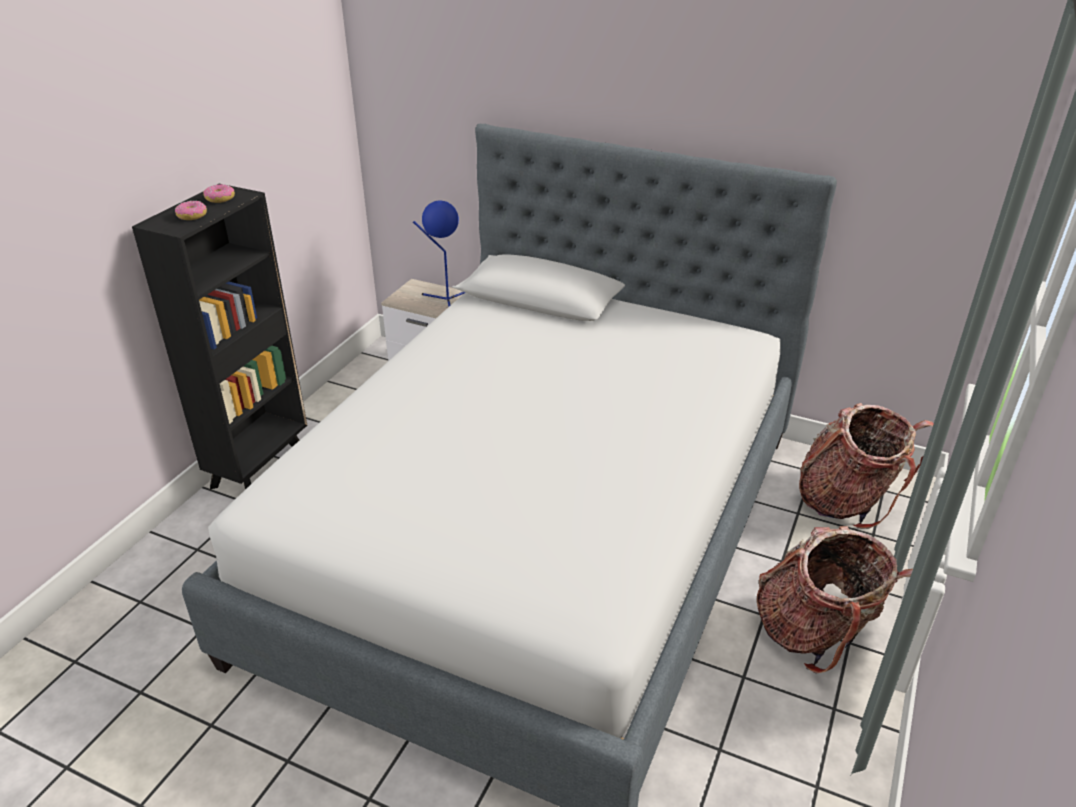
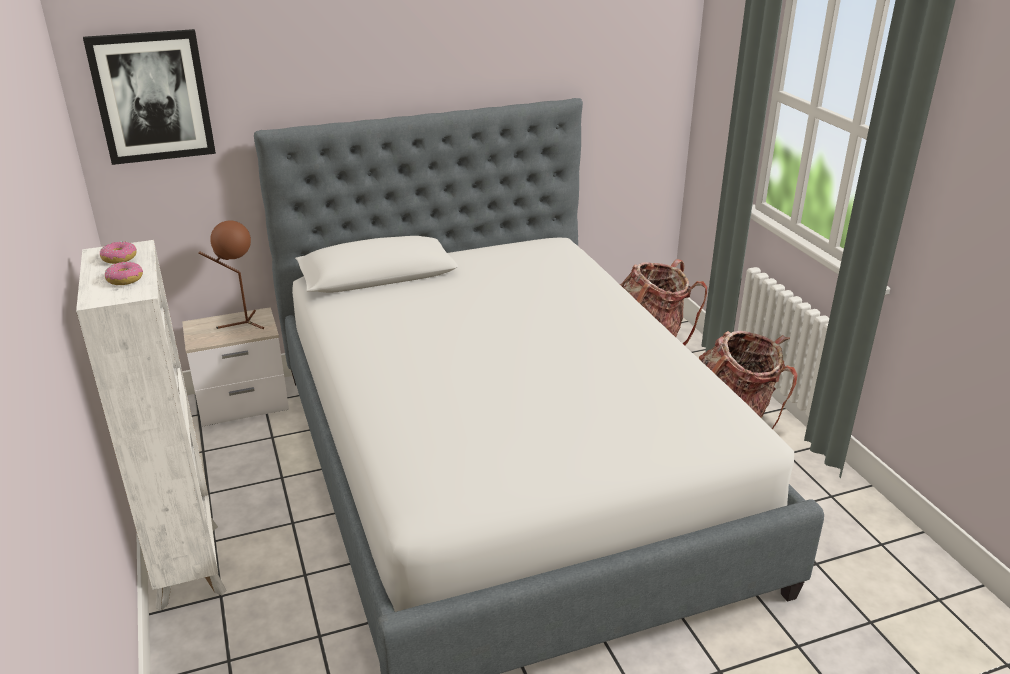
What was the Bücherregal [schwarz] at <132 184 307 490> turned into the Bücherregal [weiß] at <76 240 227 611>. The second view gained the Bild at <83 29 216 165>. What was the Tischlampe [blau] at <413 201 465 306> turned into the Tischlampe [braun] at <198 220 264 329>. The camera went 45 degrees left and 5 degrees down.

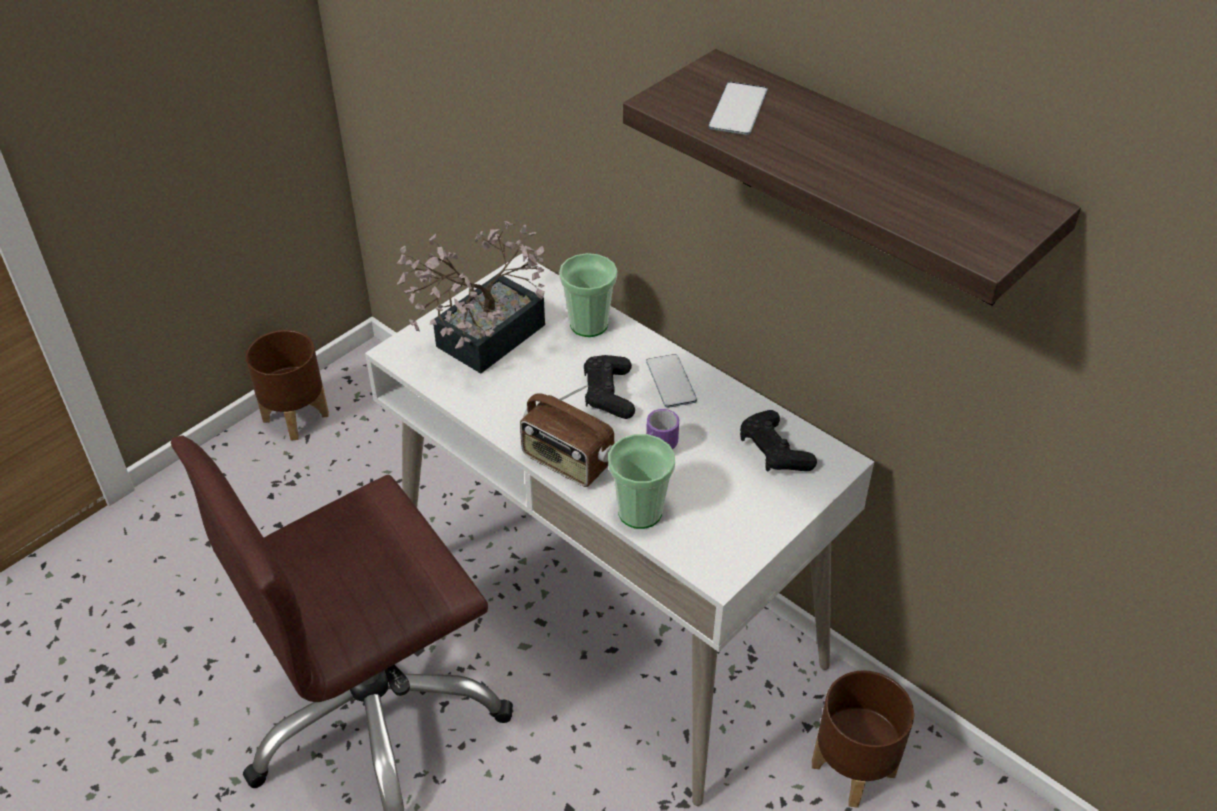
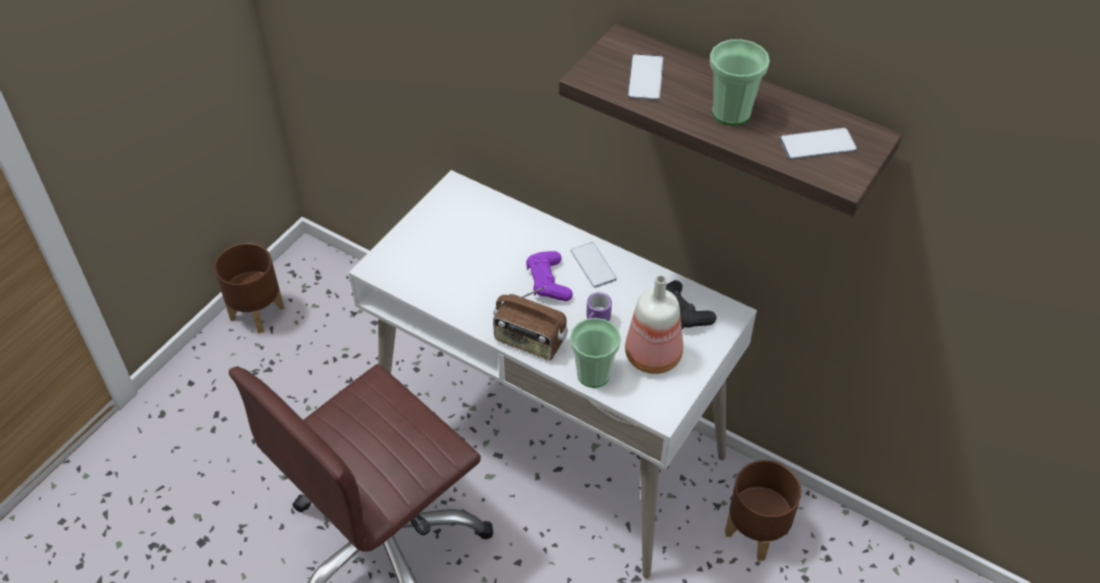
What was the Gamepad [schwarz] at <584 355 635 419> turned into the Gamepad [lila] at <526 251 573 301>. The second view gained the Flasche at <625 275 683 374>. The Tasse ended up elsewhere, having gone from <559 253 617 337> to <710 39 770 125>. The second view gained the Handy at <779 128 857 159>. The second view lost the Topfpflanze at <397 221 545 374>. The camera went 10 degrees left and 5 degrees up.

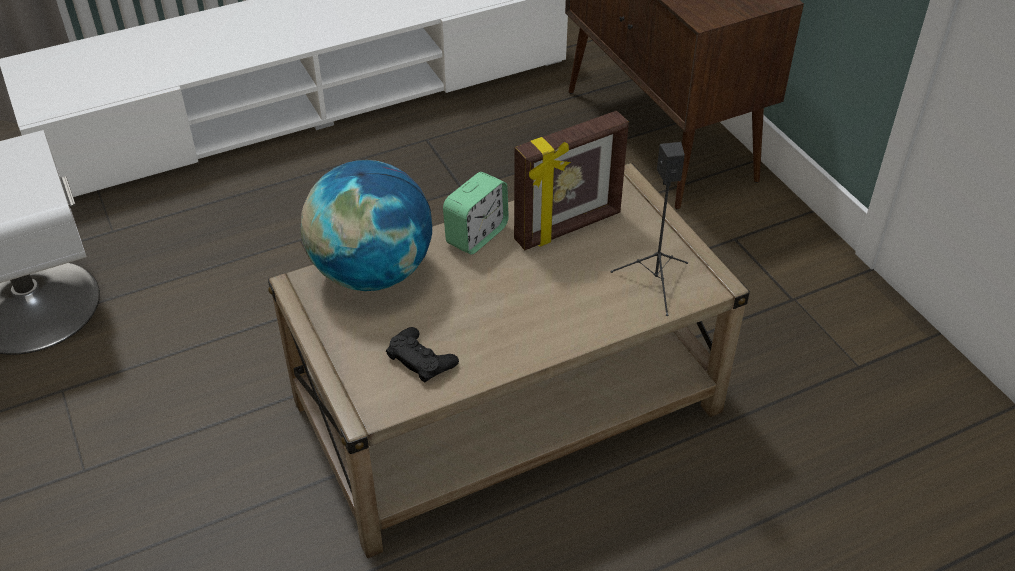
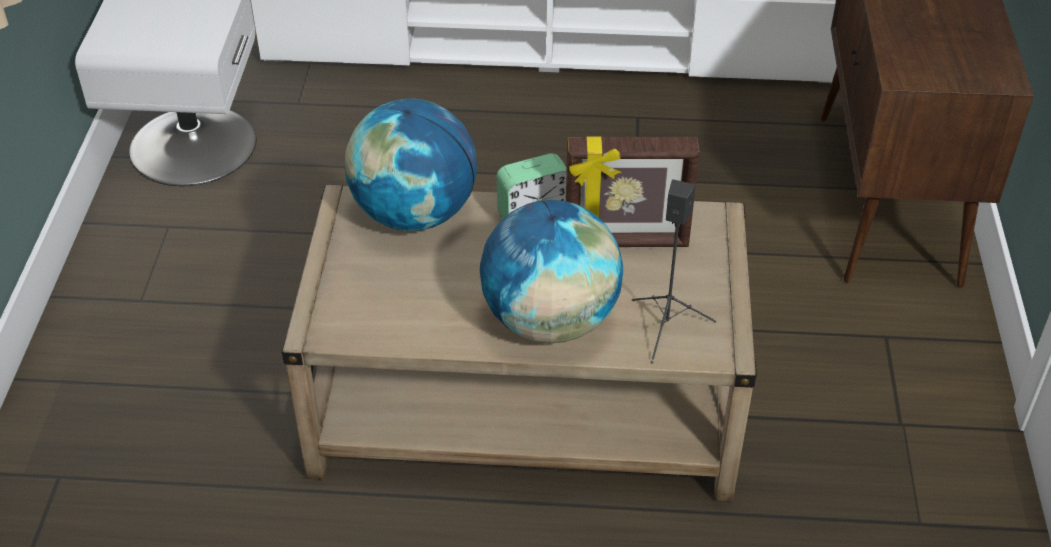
The second view gained the Globus at <480 200 623 343>. The second view lost the Gamepad [schwarz] at <386 327 459 383>. The camera went 30 degrees right and 0 degrees up.

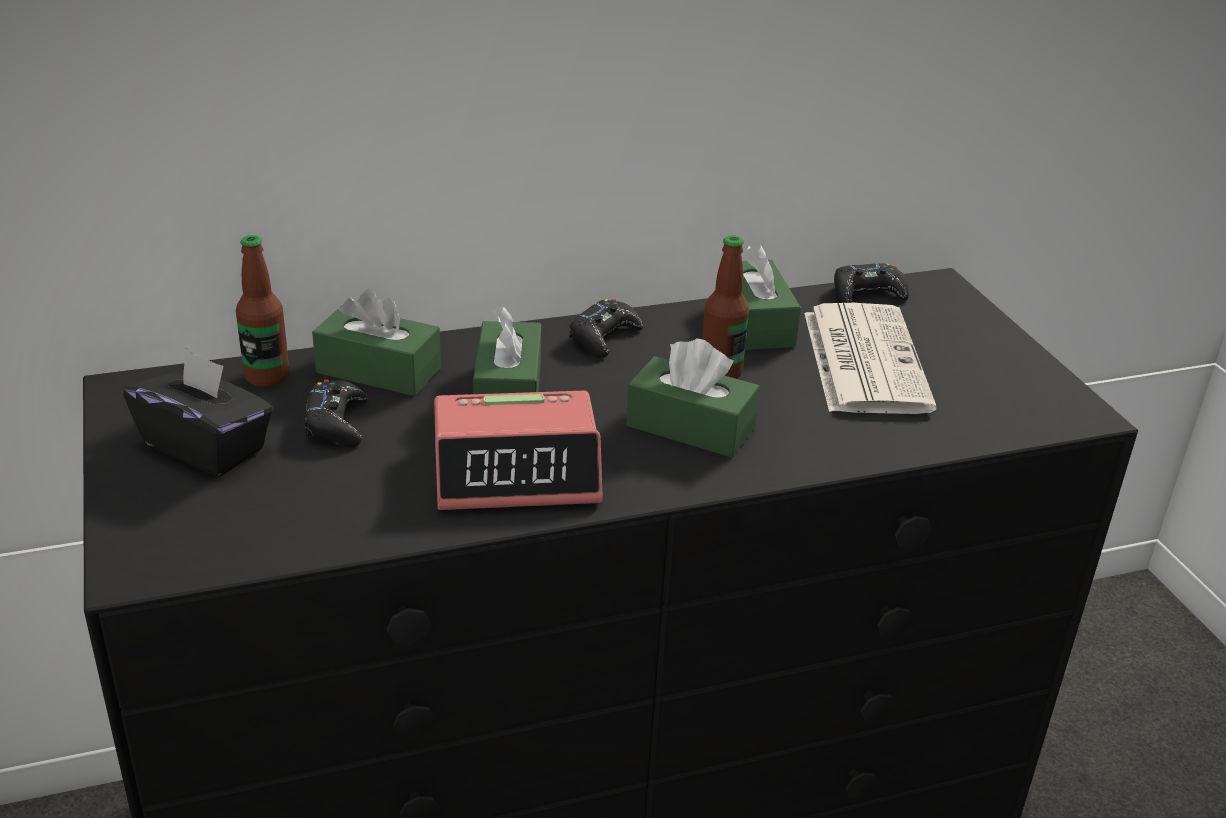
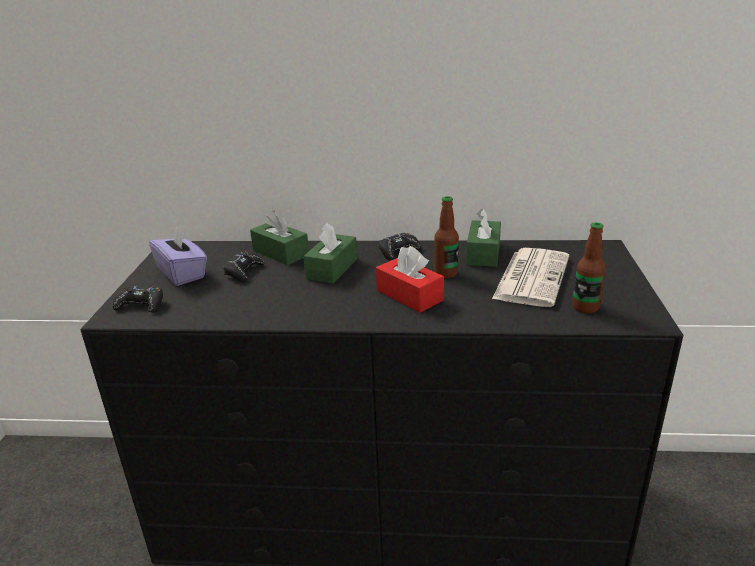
The Gamepad [schwarz] ended up elsewhere, having gone from <834 263 909 303> to <113 286 163 313>. What was the Taschentuchbox [schwarz] at <123 349 274 476> turned into the Taschentuchbox [lila] at <149 226 207 286>. What was the Taschentuchbox [grün] at <626 339 760 458> turned into the Taschentuchbox [rot] at <376 246 444 313>. The Flasche ended up elsewhere, having gone from <236 235 289 387> to <572 222 606 314>. The second view lost the Wecker at <434 391 603 510>. The camera went 25 degrees right and 5 degrees down.

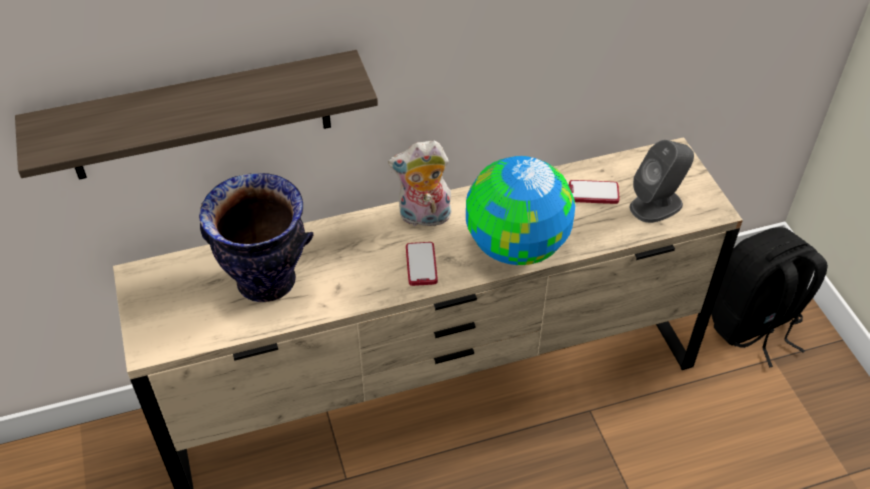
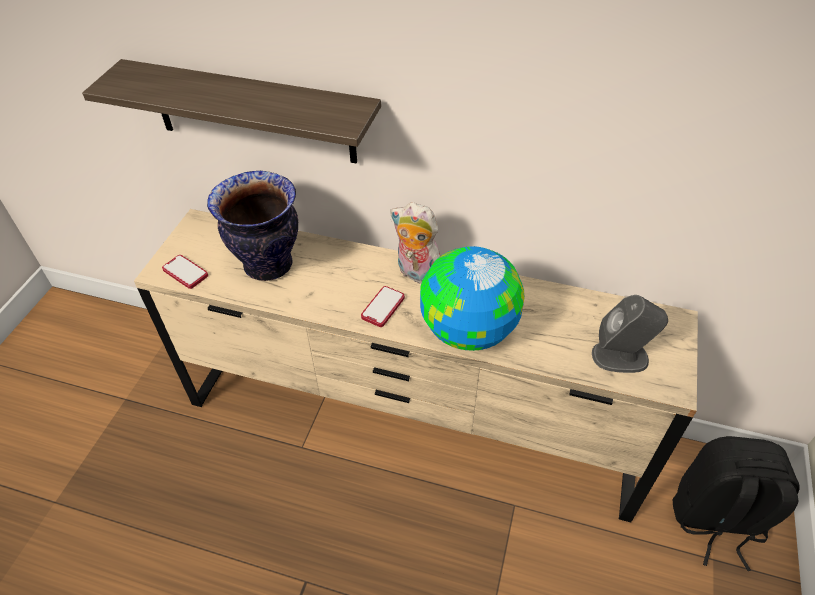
The Handy ended up elsewhere, having gone from <569 180 620 204> to <162 255 208 289>. The camera went 35 degrees right and 0 degrees up.

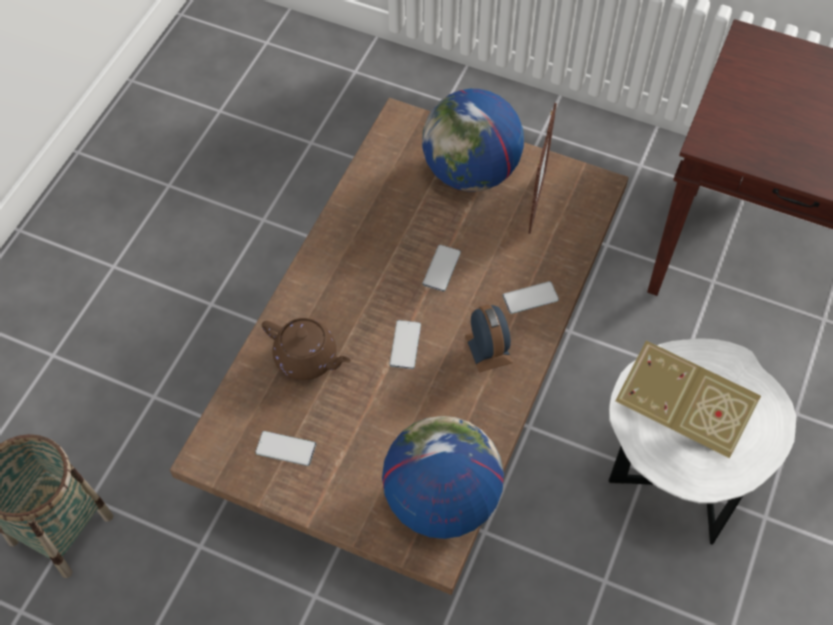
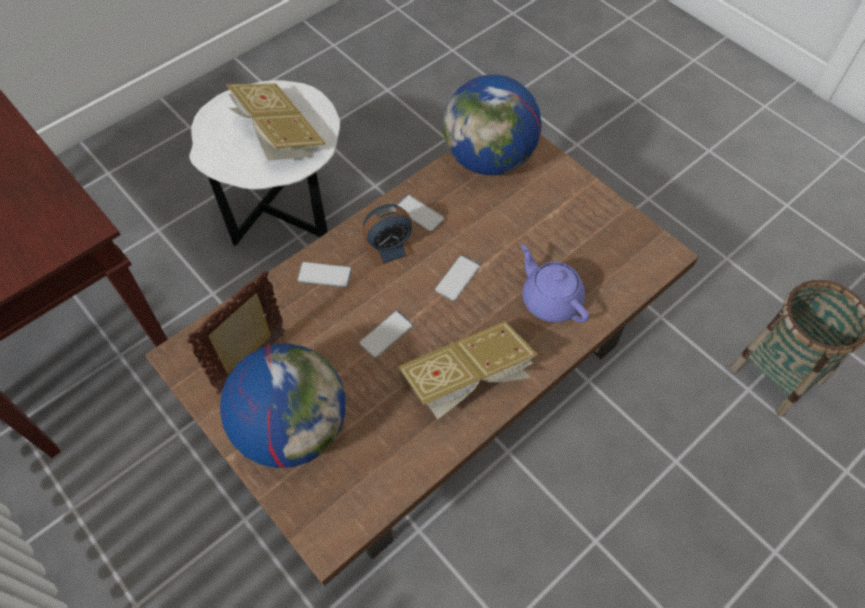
The Wecker at <465 304 513 372> ended up facing another way, 120 degrees counterclockwise from before. The Handy ended up elsewhere, having gone from <255 431 316 466> to <396 194 445 232>. The second view gained the Buch at <398 321 538 419>. What was the Teekanne [braun] at <262 318 351 380> turned into the Teekanne [lila] at <521 245 589 323>. The camera went 155 degrees left and 0 degrees up.

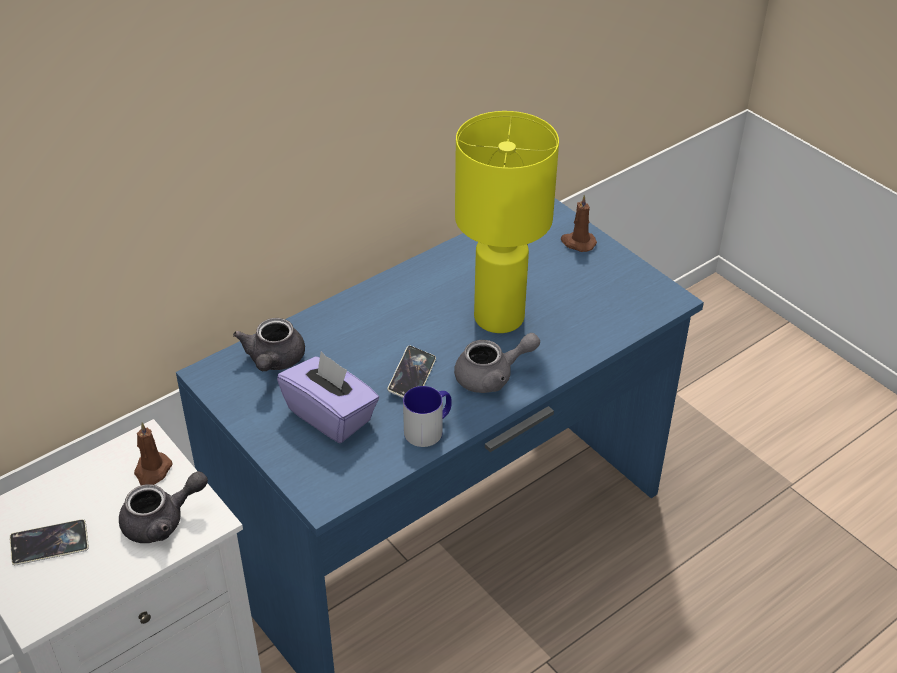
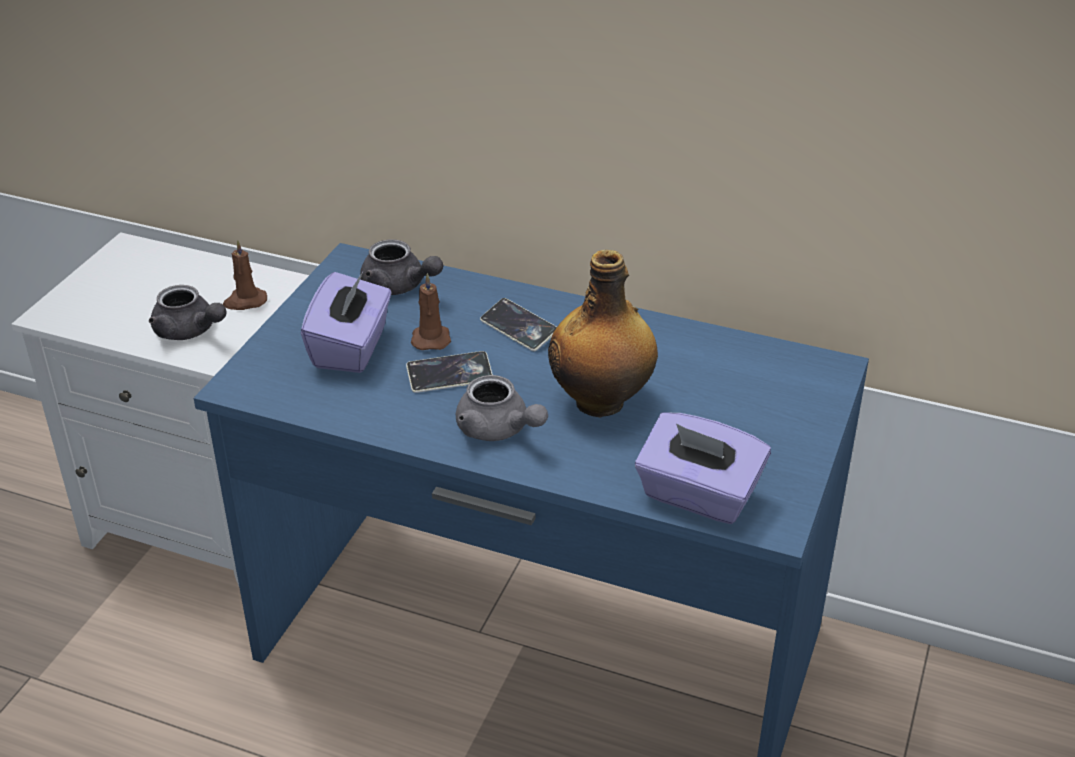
The Teekanne [grau] at <233 318 305 371> ended up facing another way, 120 degrees counterclockwise from before. The Kerze [braun] ended up elsewhere, having gone from <561 195 597 252> to <411 273 451 350>. The Handy ended up elsewhere, having gone from <10 519 89 565> to <480 298 557 351>. Where the Tischlampe [gelb] stood at <455 111 559 333>, the Flasche came to stand at <548 250 658 417>. The second view gained the Taschentuchbox [lila] at <635 412 771 524>. The second view lost the Henkelbecher at <403 386 452 447>. The camera went 60 degrees right and 5 degrees down.

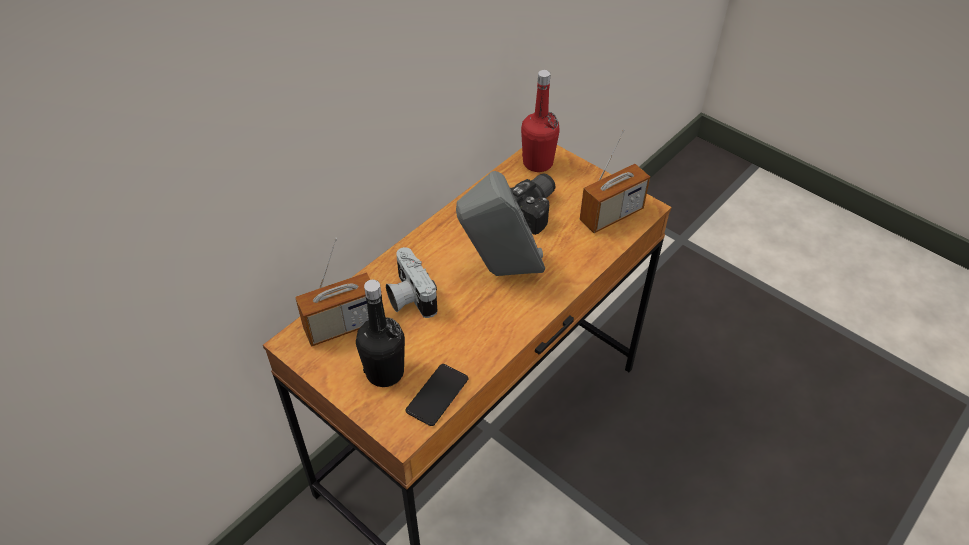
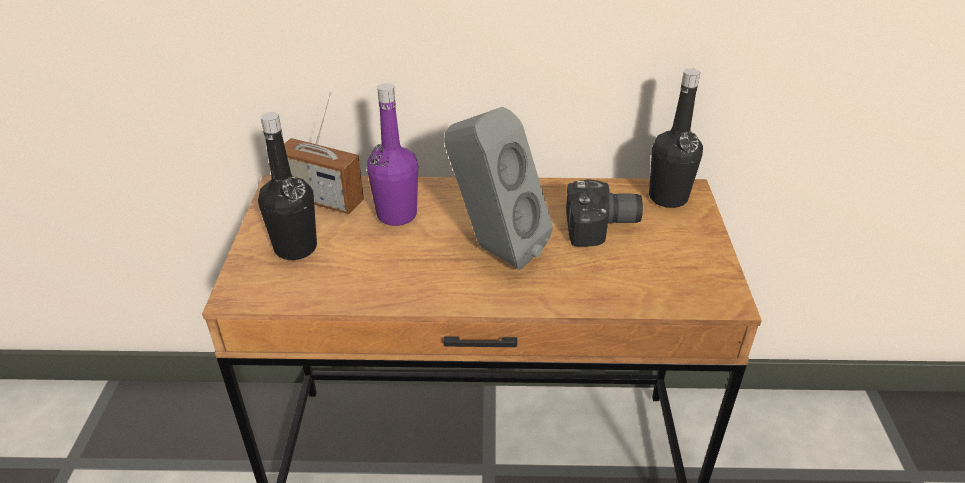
Where the Kamera stood at <386 247 437 318>, the Flasche [lila] came to stand at <367 83 418 226>. What was the Flasche [rot] at <521 70 560 172> turned into the Flasche [schwarz] at <649 68 703 208>. The second view lost the Handy at <405 364 468 426>. The second view lost the Radio at <580 129 650 233>. The camera went 50 degrees right and 10 degrees down.

